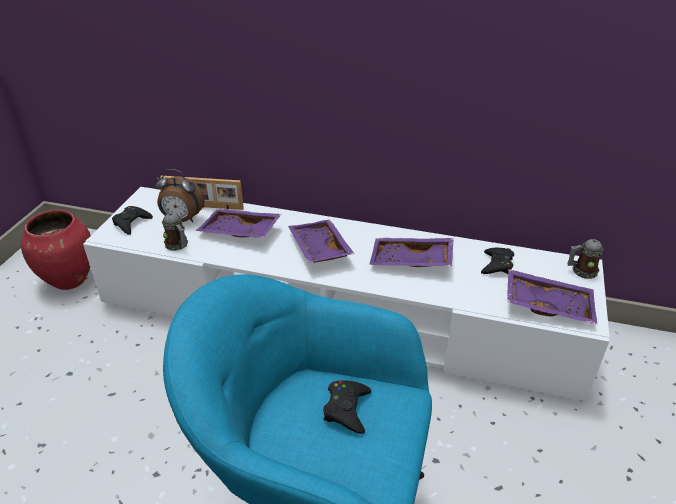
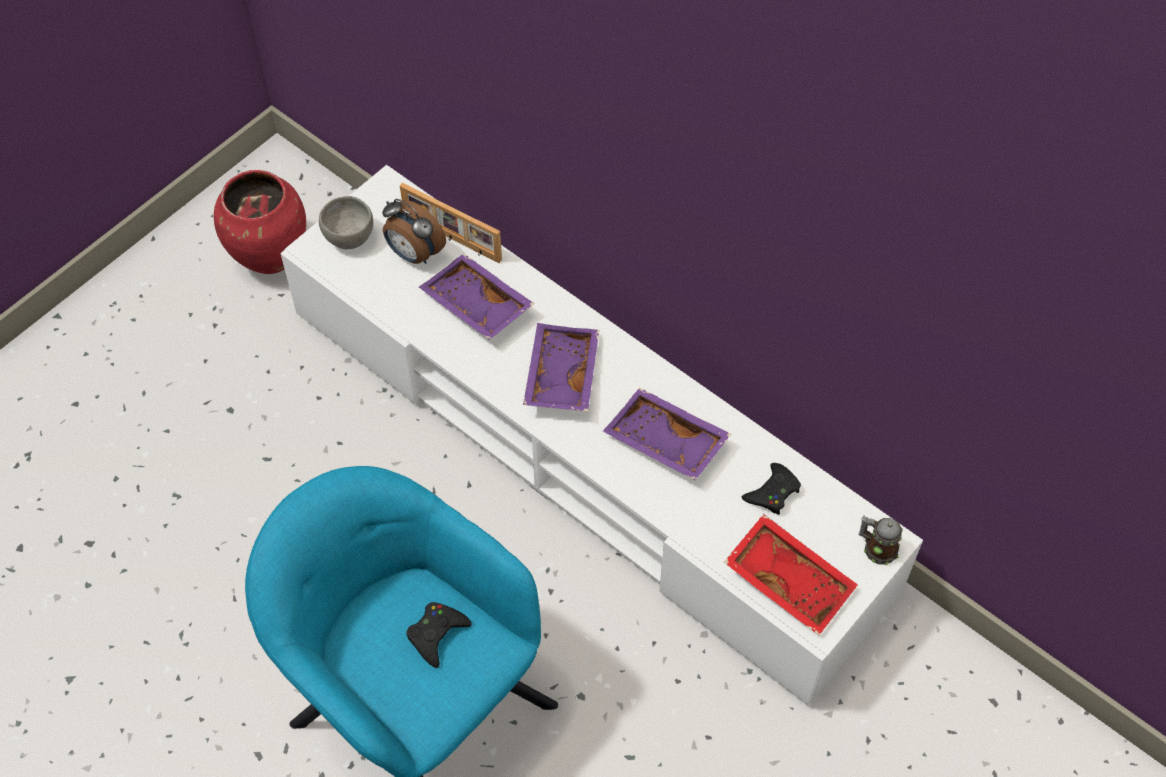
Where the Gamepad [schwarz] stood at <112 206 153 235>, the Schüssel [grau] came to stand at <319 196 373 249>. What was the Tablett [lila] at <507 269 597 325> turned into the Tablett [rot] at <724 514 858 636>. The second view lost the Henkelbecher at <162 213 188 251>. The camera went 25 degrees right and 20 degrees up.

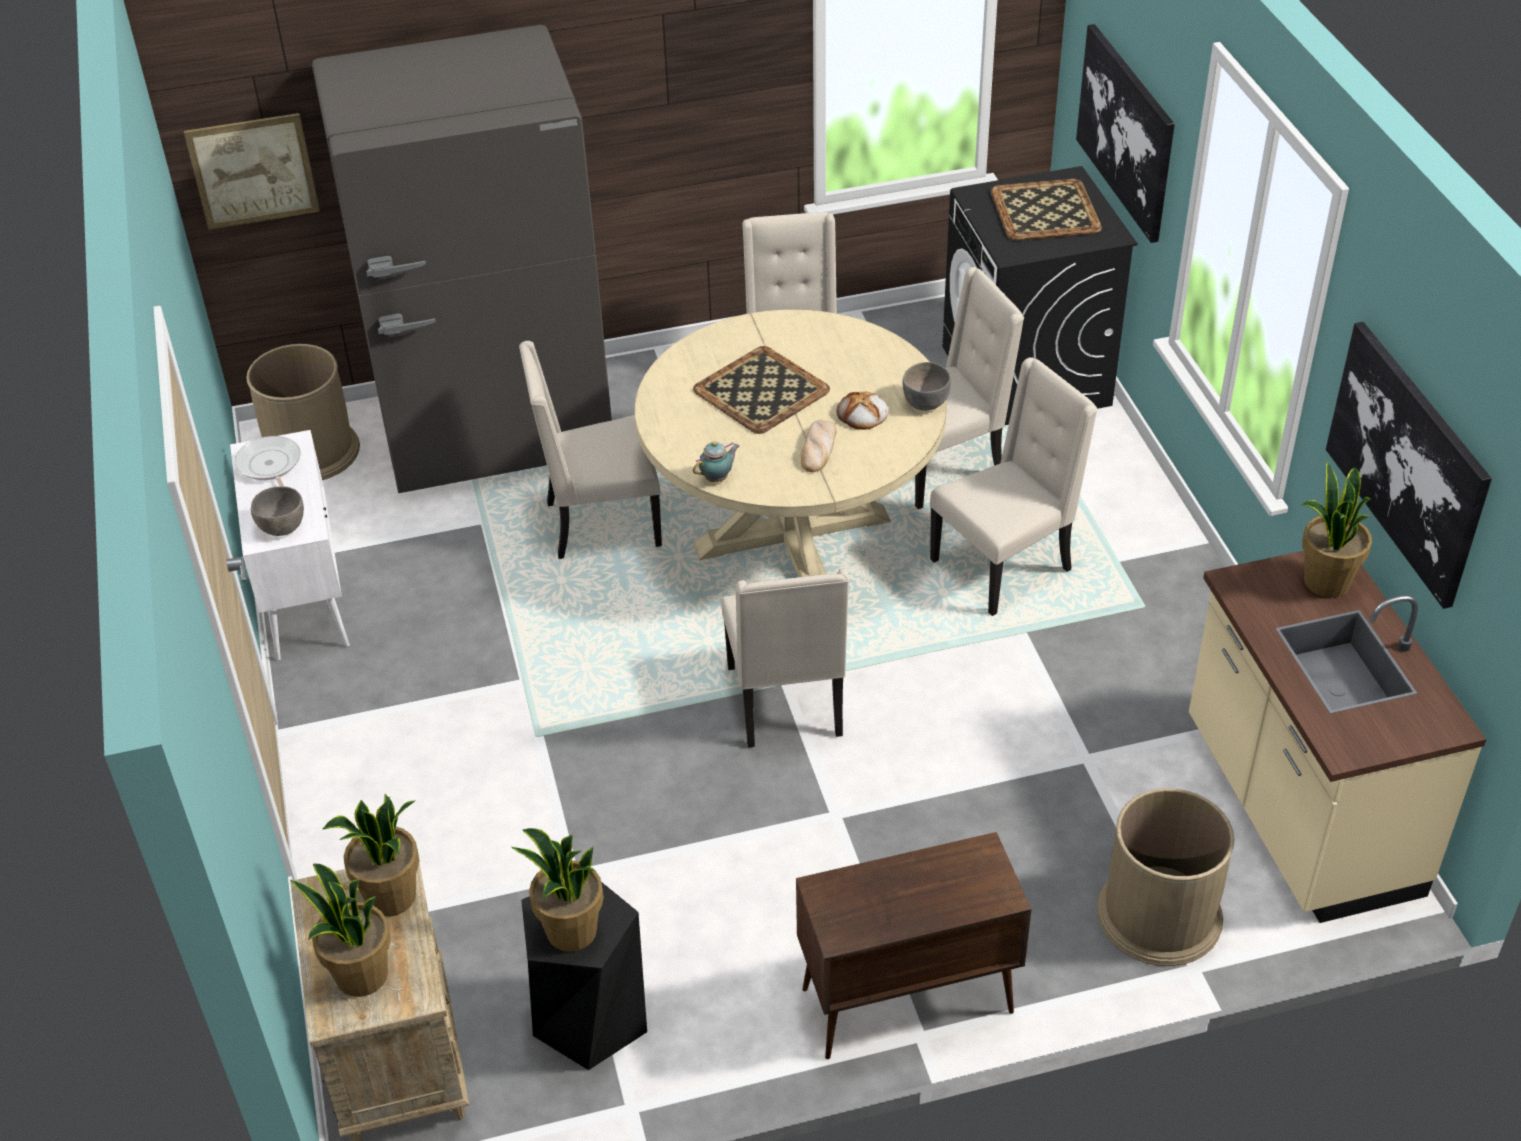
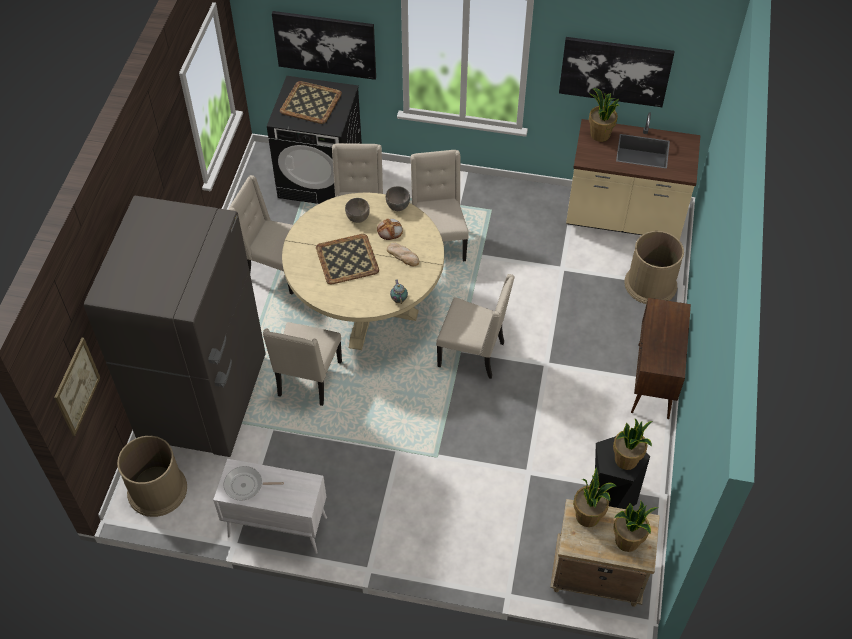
The Schüssel [grau] ended up elsewhere, having gone from <251 486 304 536> to <345 198 370 223>. The camera went 65 degrees left and 10 degrees up.

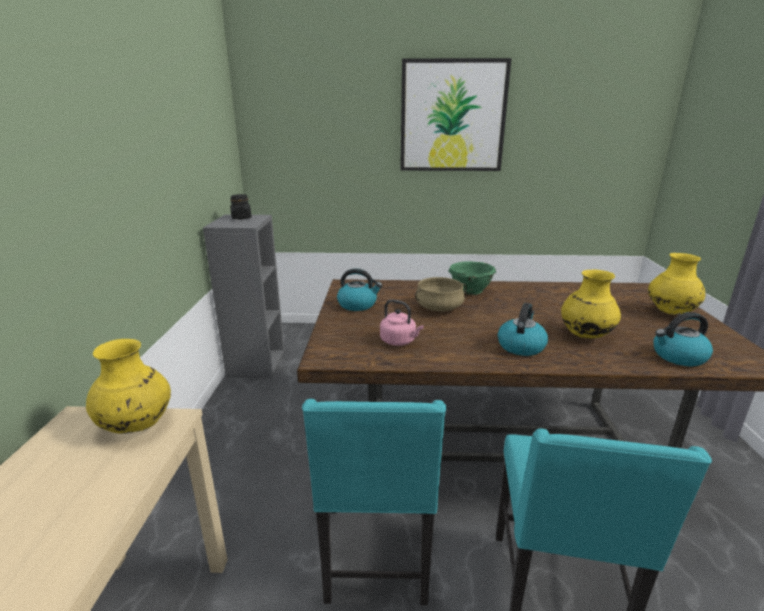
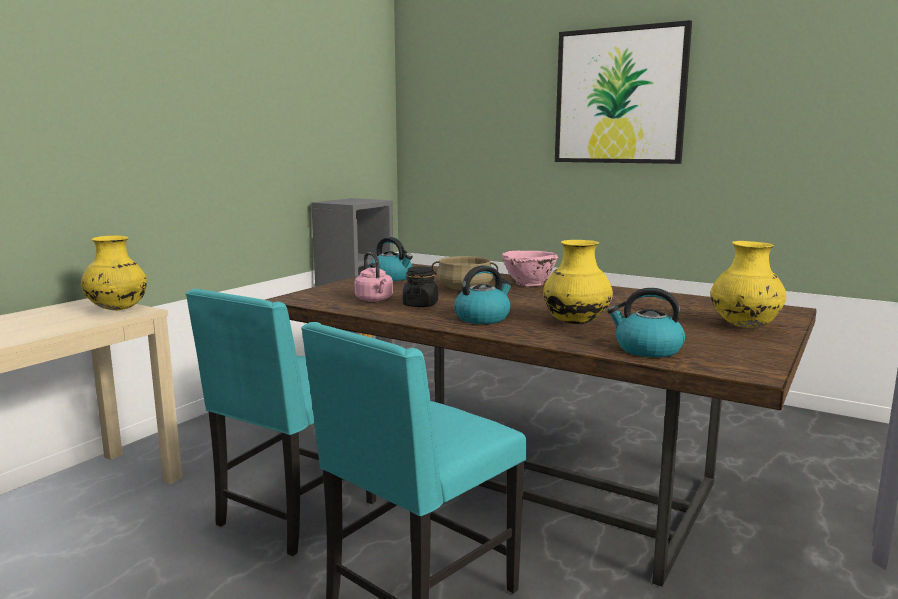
The Vorratsglas [schwarz] ended up elsewhere, having gone from <230 194 252 219> to <403 266 438 307>. What was the Schüssel [grün] at <448 261 496 295> turned into the Schüssel [rosa] at <502 251 558 287>. The camera went 30 degrees right and 10 degrees down.

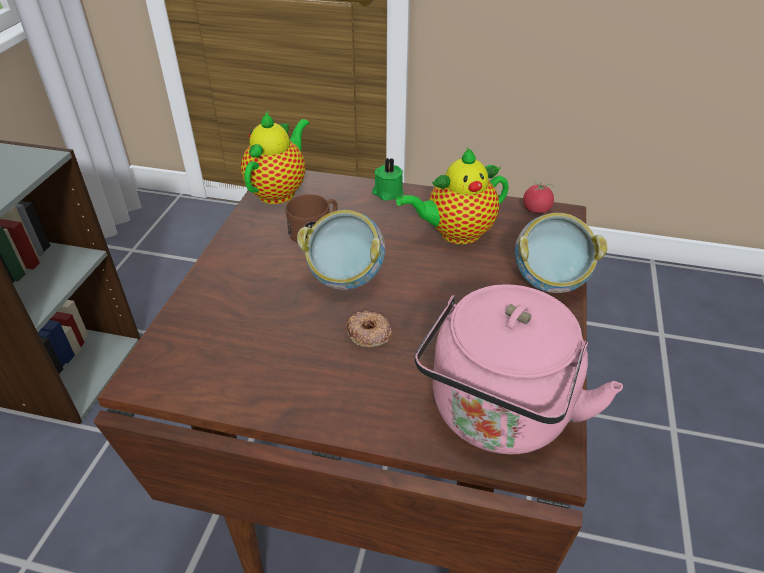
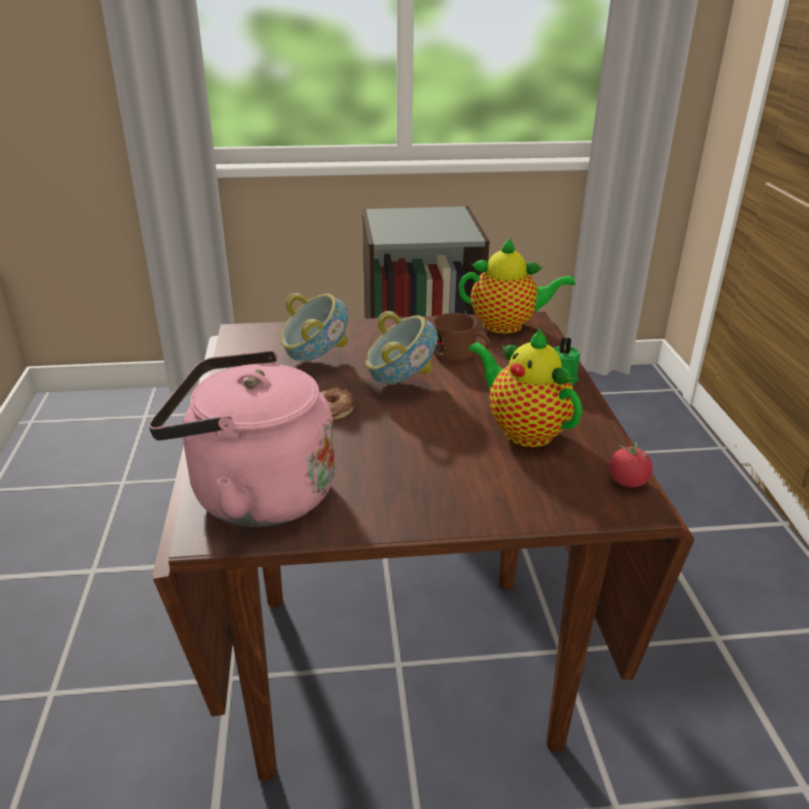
The Schüssel ended up elsewhere, having gone from <515 213 607 293> to <280 293 348 362>. The camera went 70 degrees right and 10 degrees down.

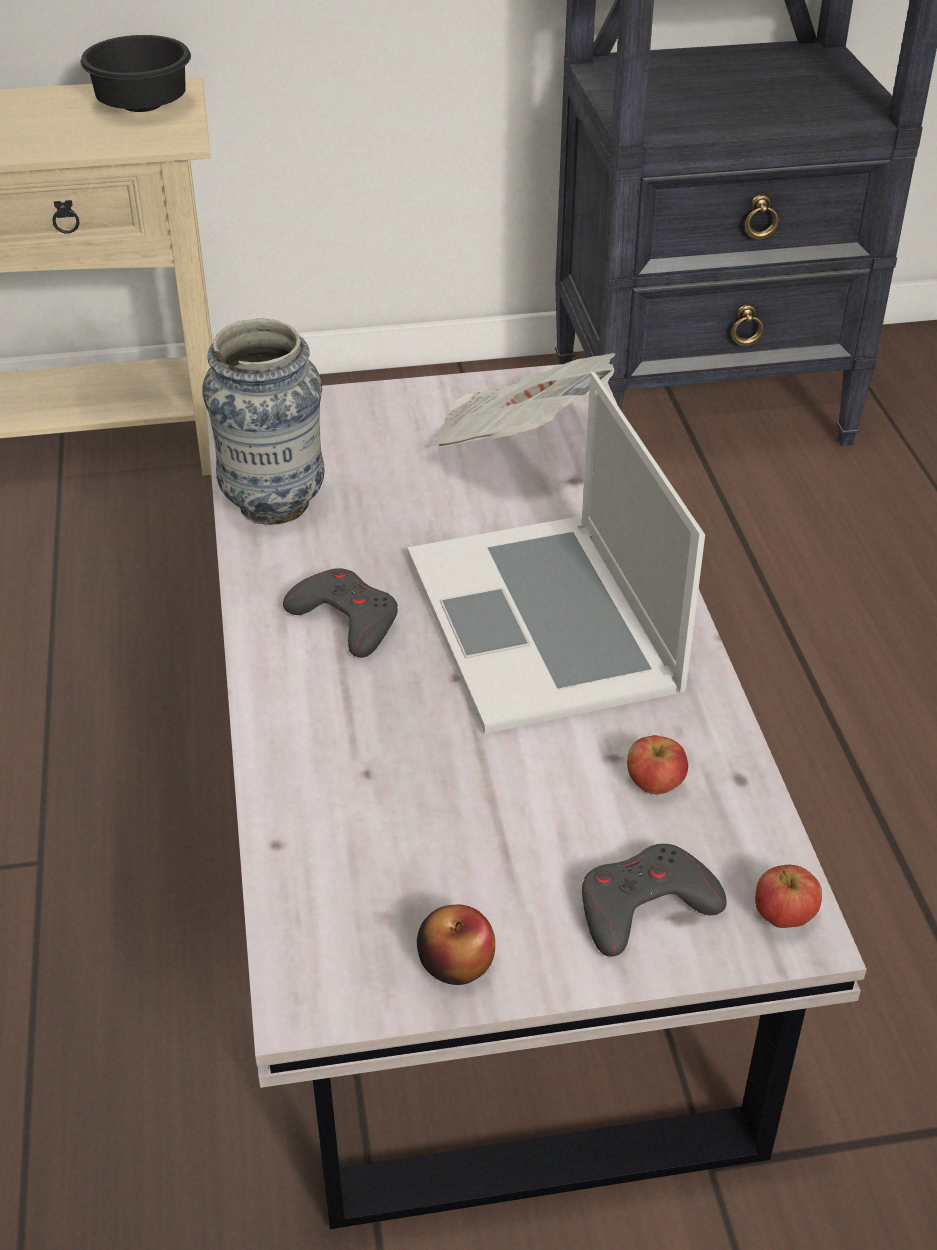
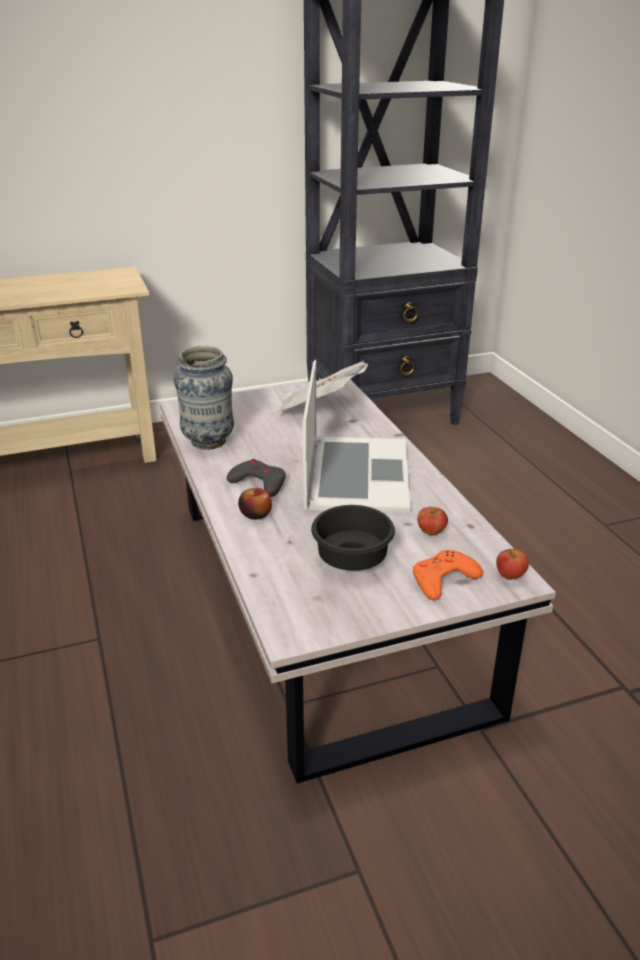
The Apfel ended up elsewhere, having gone from <417 904 495 985> to <238 488 272 520>. The Laptop at <407 372 705 734> ended up facing another way, 150 degrees counterclockwise from before. The Schüssel [schwarz] ended up elsewhere, having gone from <80 35 191 112> to <311 505 395 571>. What was the Gamepad [grau] at <582 844 727 957> turned into the Gamepad [orange] at <413 550 483 600>. The camera went 10 degrees left and 10 degrees down.

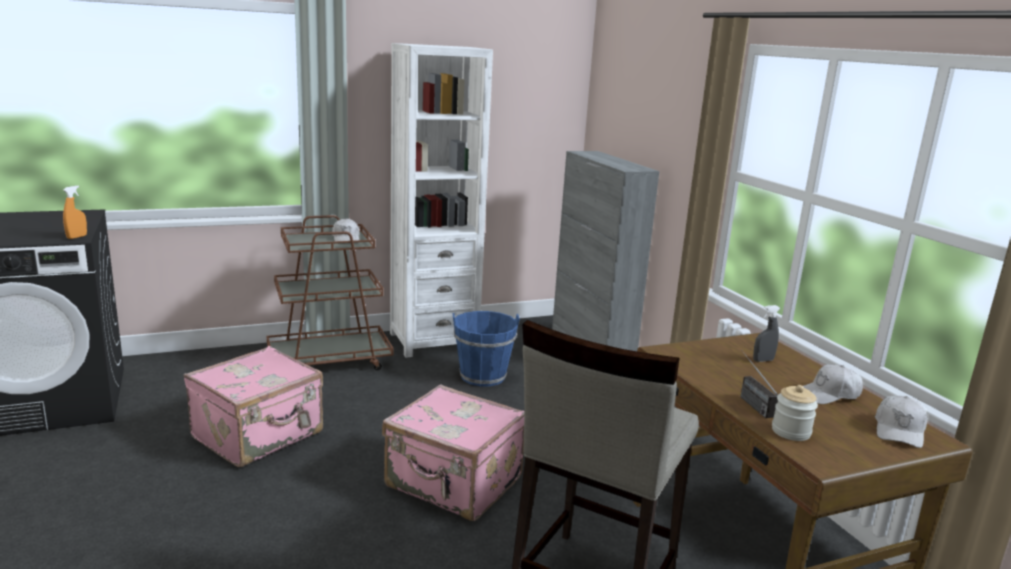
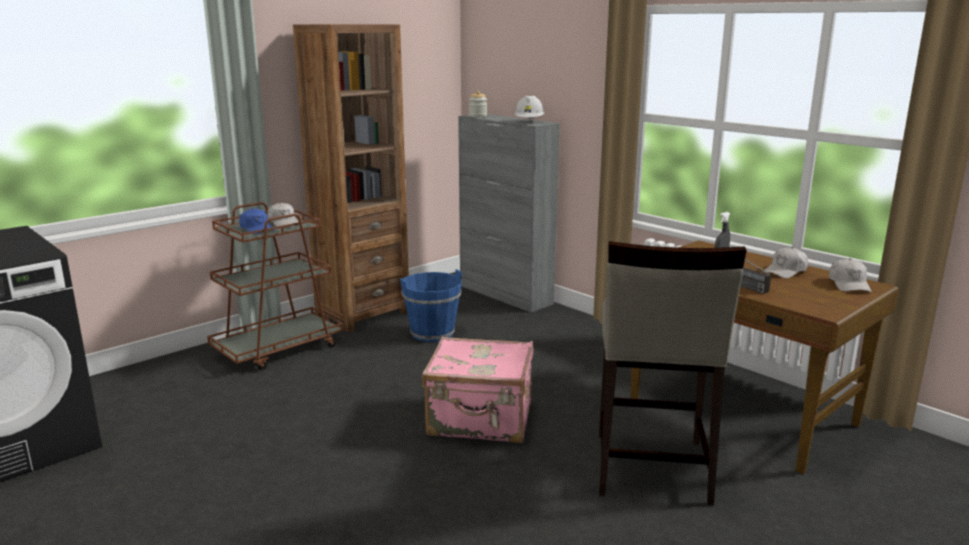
The second view gained the Kappe [blau] at <239 208 275 235>. What was the Bücherregal [weiß] at <390 43 493 358> turned into the Bücherregal [braun] at <293 24 409 332>. The Vorratsglas ended up elsewhere, having gone from <772 385 818 441> to <469 91 487 117>. The second view gained the Schutzhelm [weiß] at <514 96 544 120>. The second view lost the Sprühflasche [orange] at <63 186 87 239>. The second view lost the Koffer [rosa] at <184 346 323 467>. The camera went 20 degrees left and 0 degrees up.

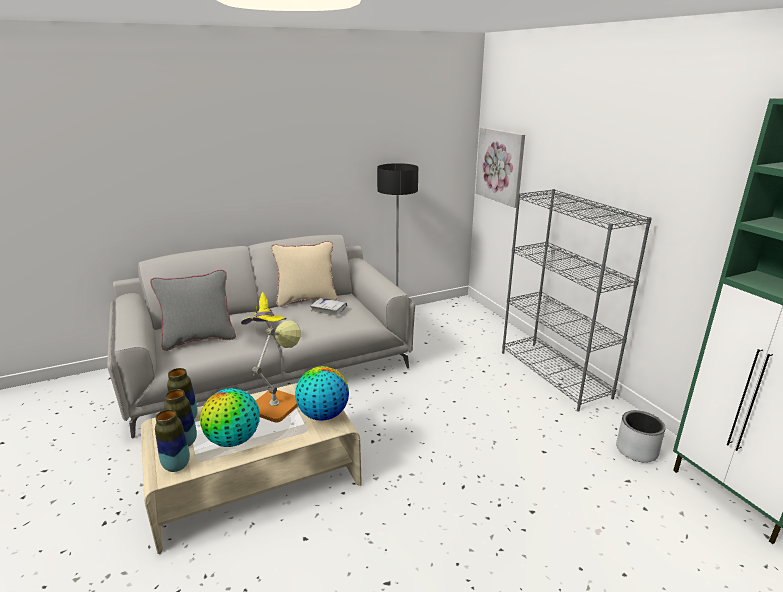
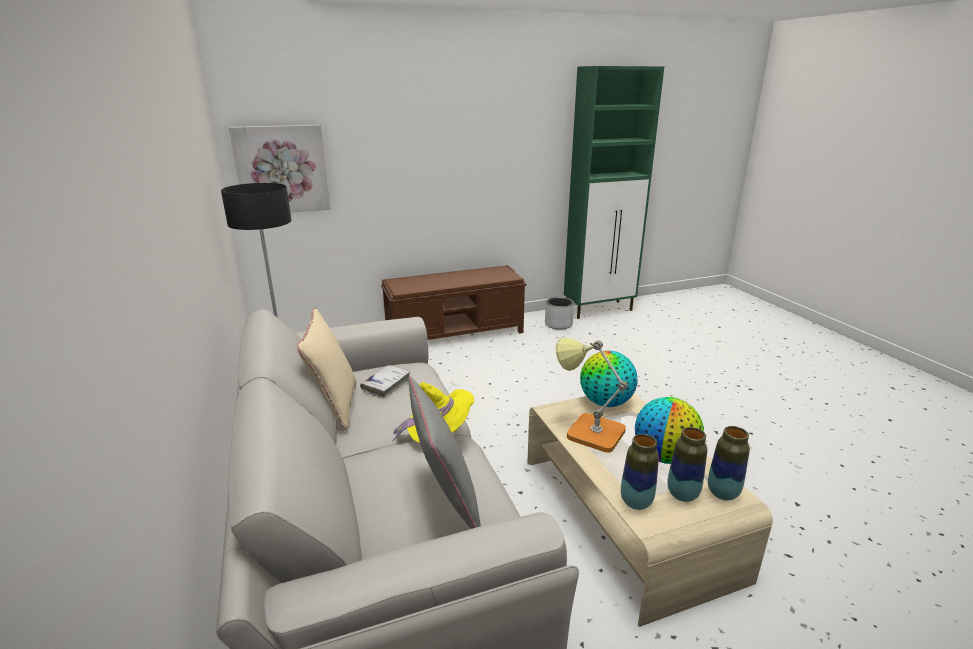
Where the Bücherregal [grau] stood at <502 189 652 411>, the Bank [braun] came to stand at <381 265 527 340>. The camera went 85 degrees left and 0 degrees up.

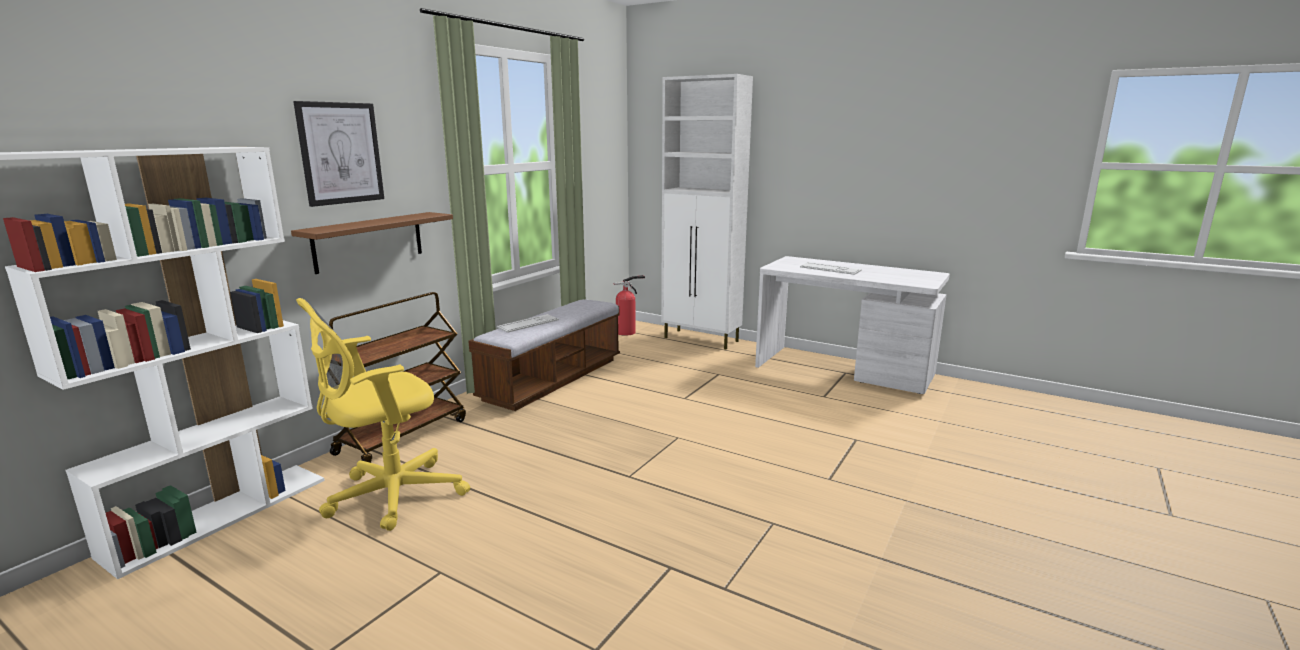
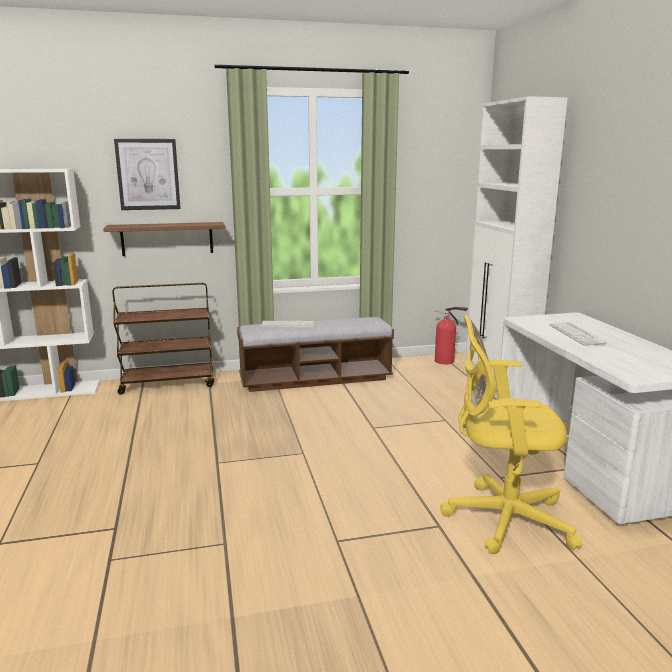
The Bürostuhl [gelb] ended up elsewhere, having gone from <296 298 470 531> to <440 315 582 554>. The camera went 45 degrees right and 0 degrees up.

